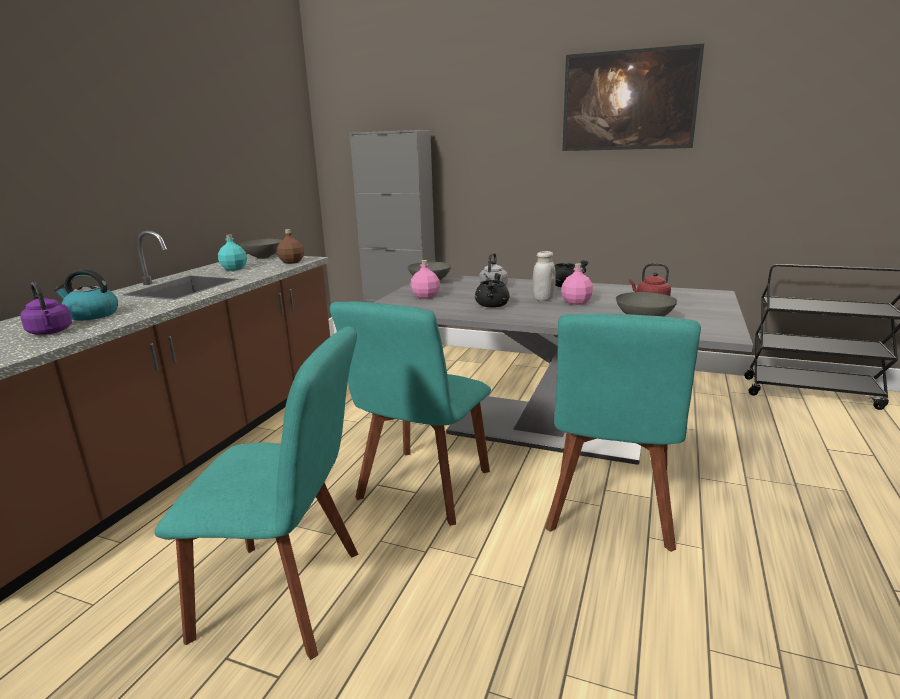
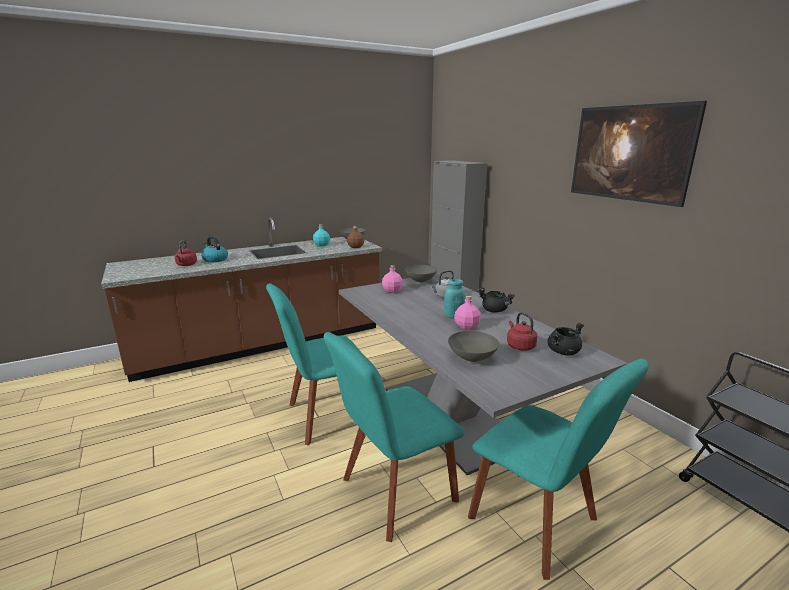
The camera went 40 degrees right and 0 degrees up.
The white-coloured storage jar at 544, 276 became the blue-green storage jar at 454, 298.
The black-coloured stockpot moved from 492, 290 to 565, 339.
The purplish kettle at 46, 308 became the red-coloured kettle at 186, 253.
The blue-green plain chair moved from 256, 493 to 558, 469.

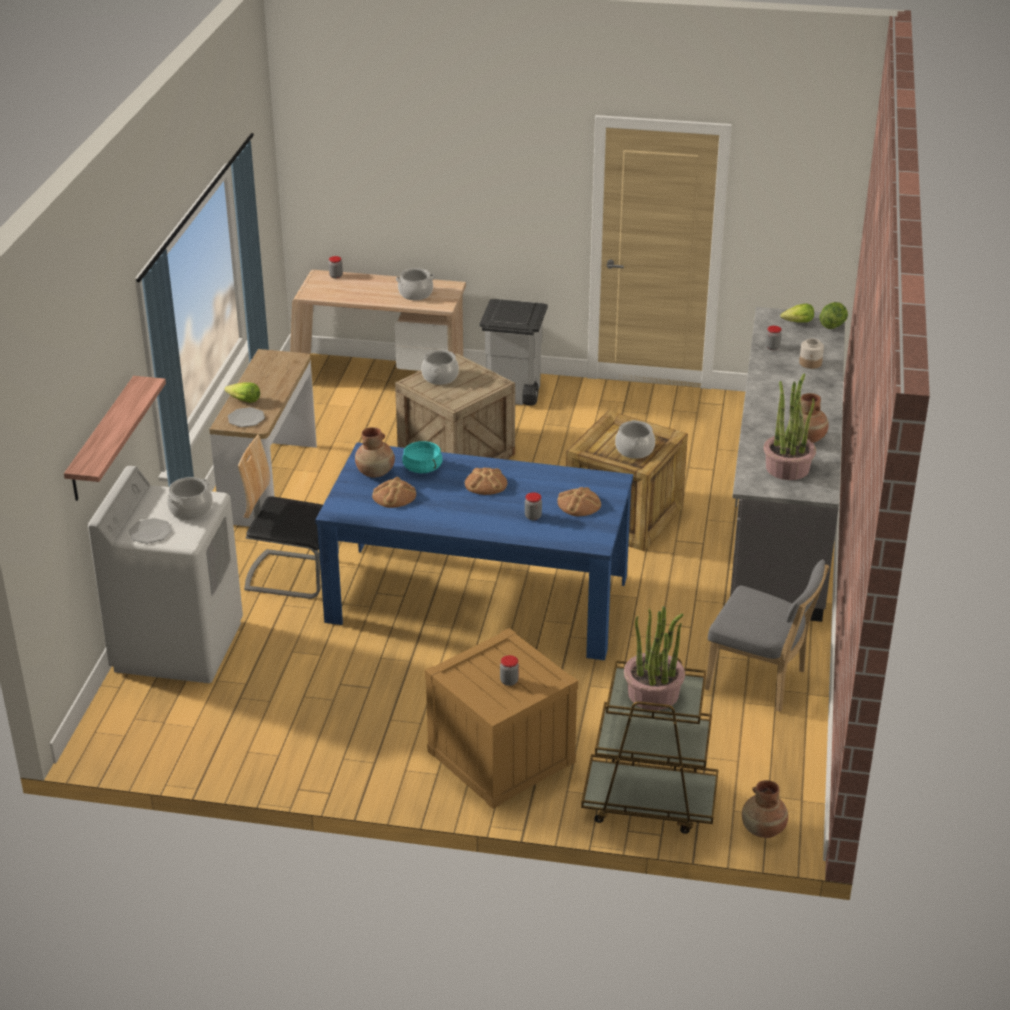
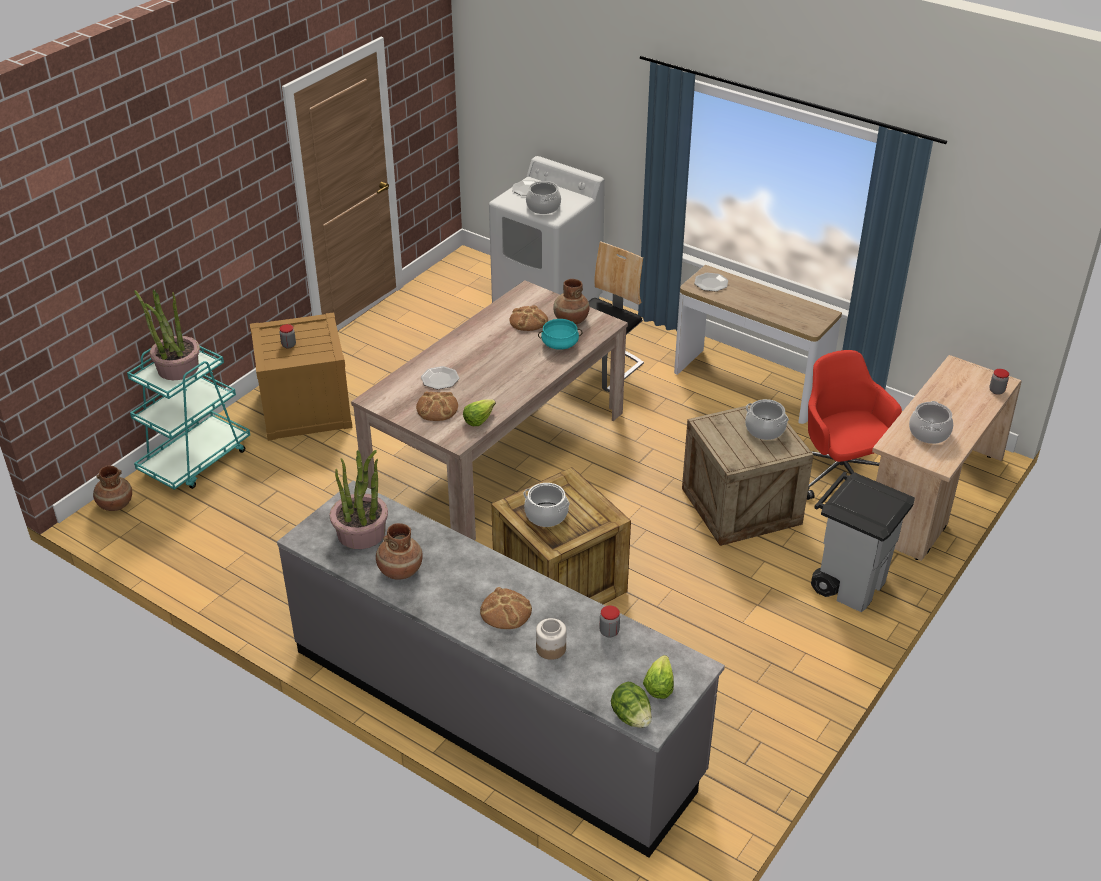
The camera went 115 degrees right and 5 degrees up.
The wall shelf at 115, 438 disappeared.
The head of lettuce moved from 242, 392 to 479, 412.
The blue dining table at 474, 551 became the sand-coloured dining table at 489, 410.
The bakery bread moved from 486, 481 to 506, 608.
The storage jar at 533, 506 was replaced by the plate at 440, 377.
The greyish plain chair at 767, 635 disappeared.
The brown trolley at 650, 746 became the blue-green trolley at 188, 418.
The red-coloured office chair at 854, 425 appeared.

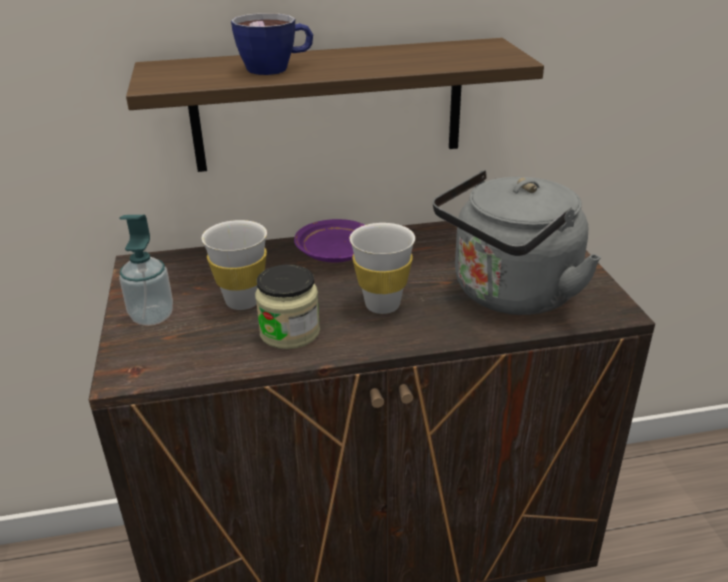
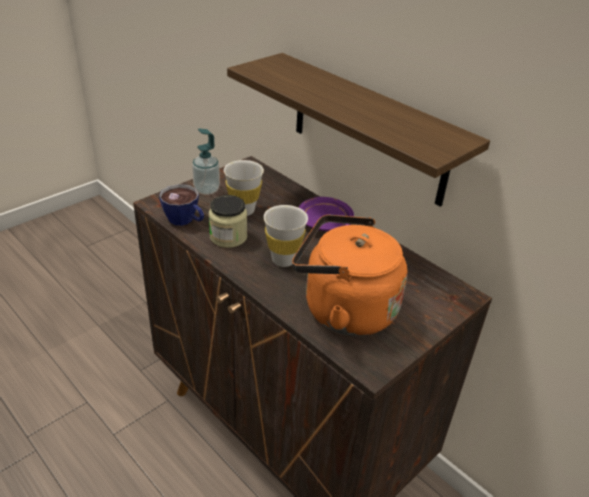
The camera went 55 degrees right and 5 degrees up.
The drinking cup moved from 272, 44 to 181, 205.
The greyish kettle at 517, 242 became the orange kettle at 349, 275.

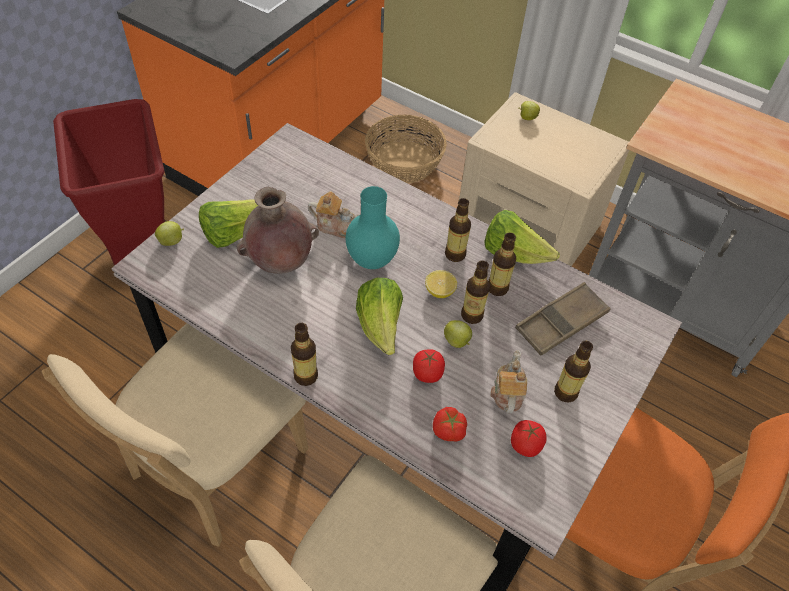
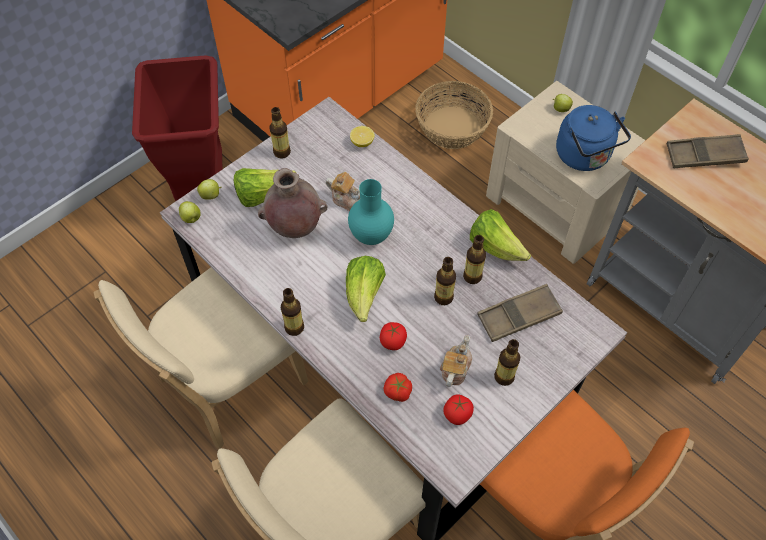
The camera went 15 degrees right and 5 degrees up.
The bottle moved from 458, 230 to 280, 133.
The lemon moved from 441, 284 to 362, 136.
The apple fruit moved from 458, 334 to 190, 212.
The blue kettle at 593, 138 appeared.
The brown carrying tray at 708, 151 appeared.

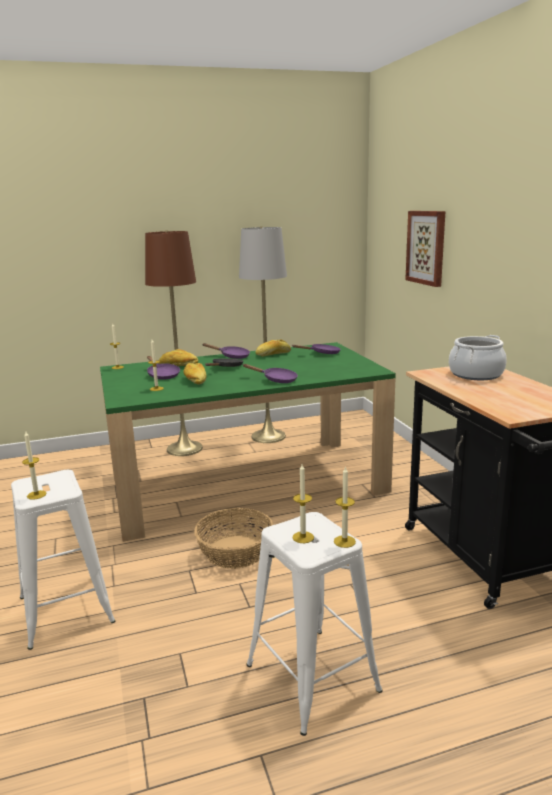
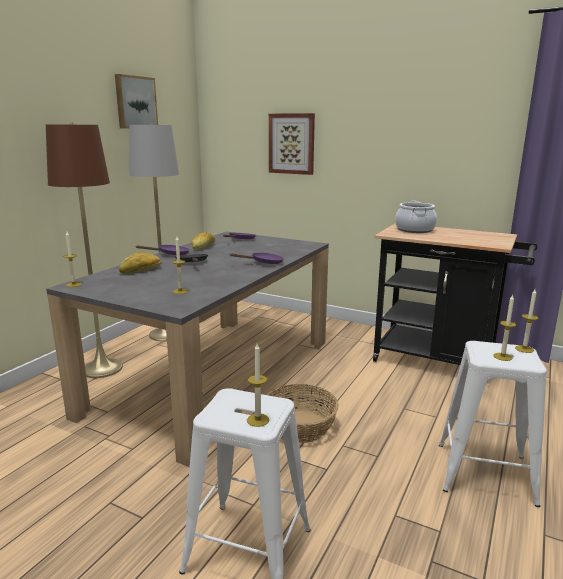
The camera went 45 degrees left and 0 degrees up.
The greenish dining table at 248, 442 became the greyish dining table at 187, 349.
The purplish frying pan at 163, 368 disappeared.
The bakery bread at 194, 374 disappeared.
The wall art at 136, 101 appeared.

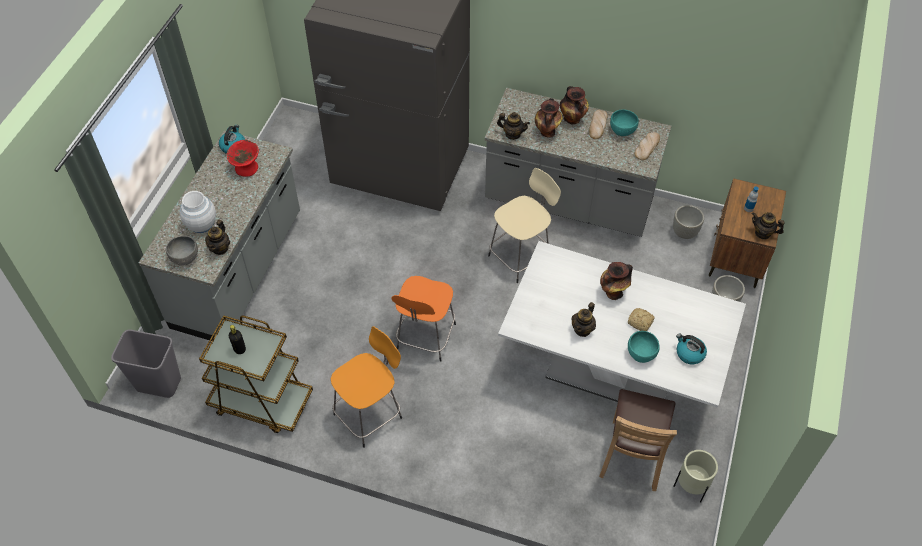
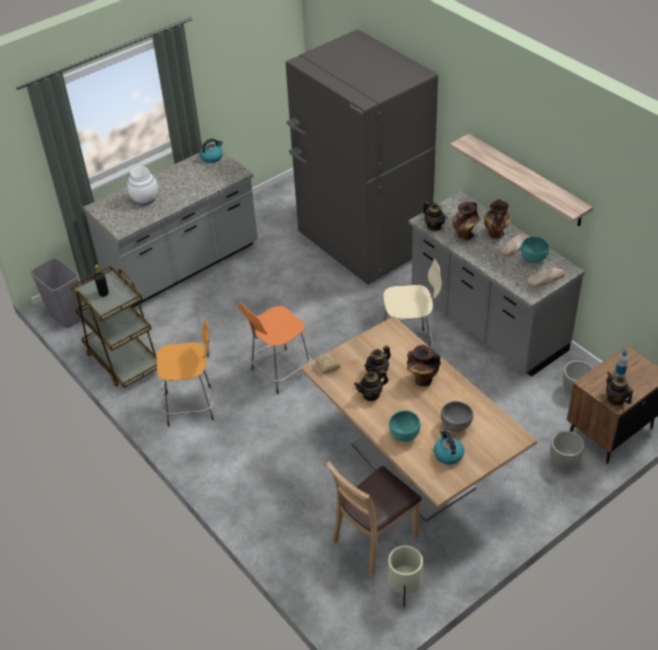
The camera went 35 degrees right and 10 degrees down.
The red-coloured bowl at 242, 158 disappeared.
The pot for tea moved from 217, 237 to 377, 361.
The greyish bowl moved from 182, 251 to 457, 416.
The white-coloured dining table at 622, 324 became the brown dining table at 418, 419.
The bakery bread moved from 641, 319 to 328, 363.
The wall shelf at 521, 180 appeared.

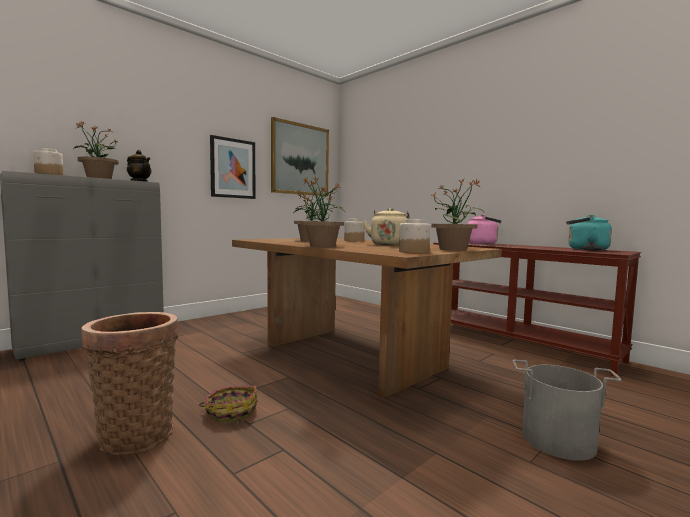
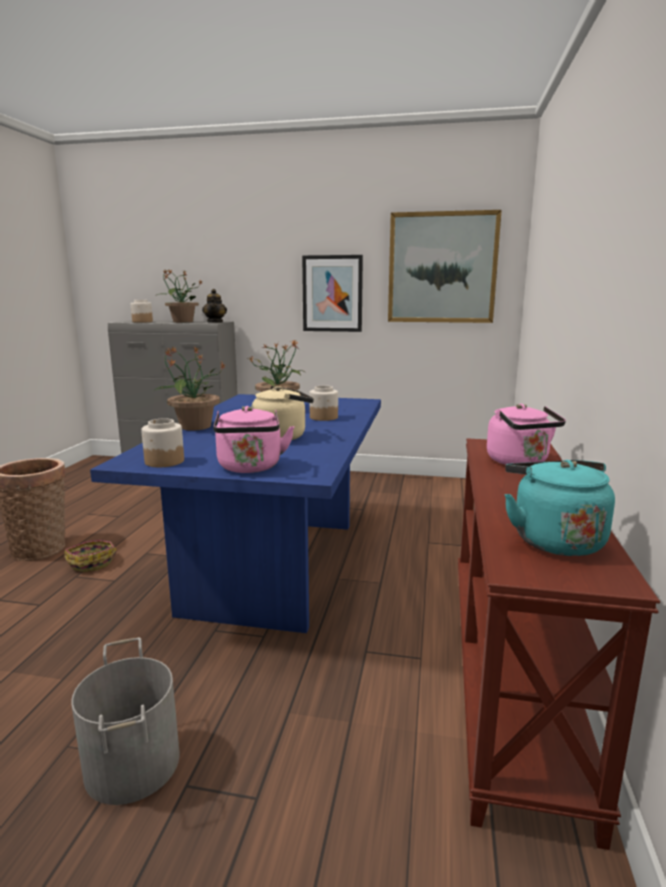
The camera went 55 degrees right and 10 degrees up.
The plant in a pot at 457, 215 was replaced by the pink-coloured kettle at 253, 439.
The brown dining table at 367, 317 became the blue dining table at 235, 513.

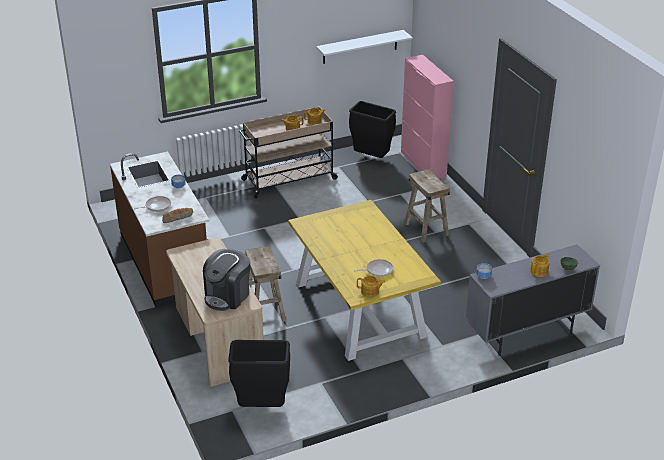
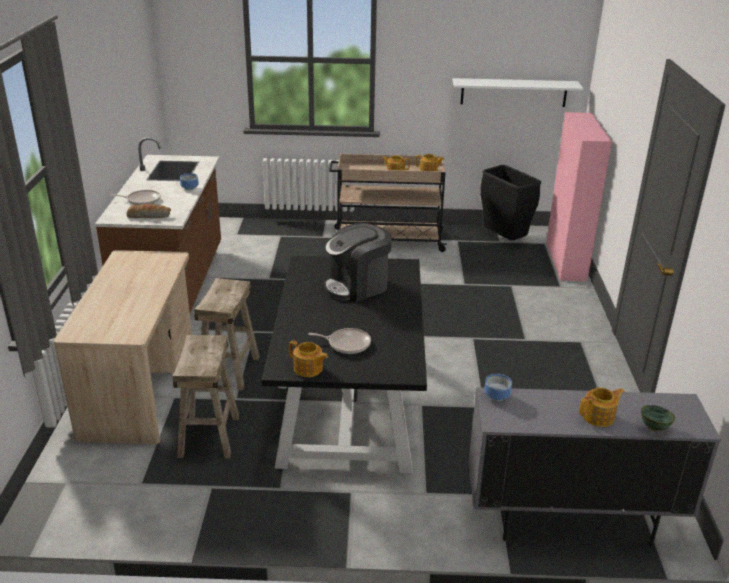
The camera went 25 degrees right and 5 degrees down.
The sand-coloured stool seat moved from 427, 206 to 205, 396.
The yellowish dining table at 364, 280 became the black-coloured dining table at 344, 364.
The coffee brewer moved from 226, 280 to 358, 262.
The black-coloured waste bin at 259, 373 disappeared.

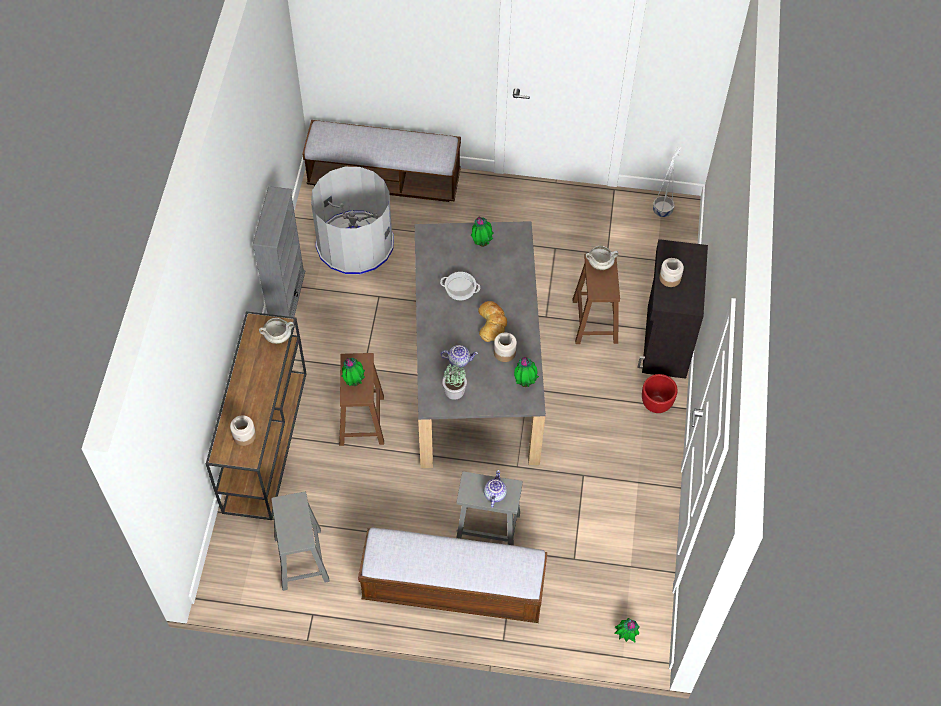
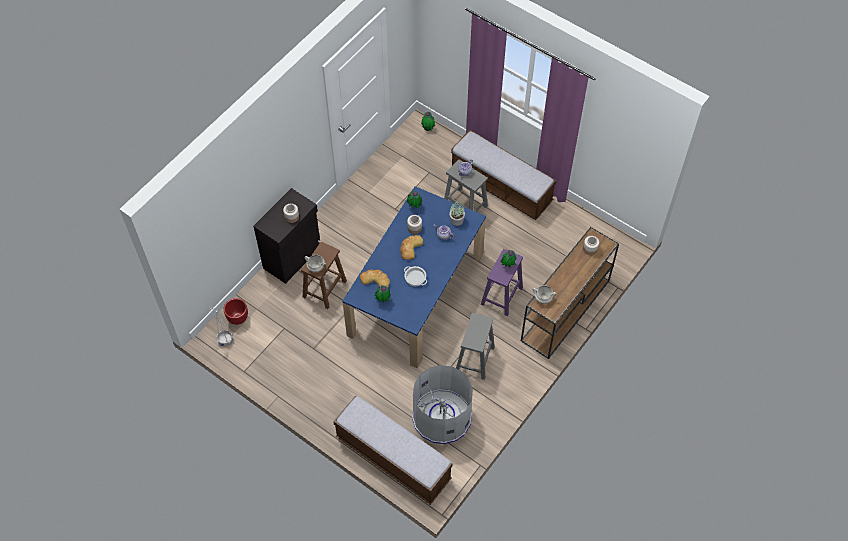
The camera went 150 degrees left and 0 degrees up.
The greyish bookcase at 278, 251 disappeared.
The greyish dining table at 480, 344 became the blue dining table at 414, 277.
The brown stool seat at 361, 399 became the purplish stool seat at 502, 282.
The red-coloured flower pot moved from 659, 393 to 235, 311.
The greyish stool seat moved from 300, 541 to 475, 346.
The bakery bread at 375, 278 appeared.

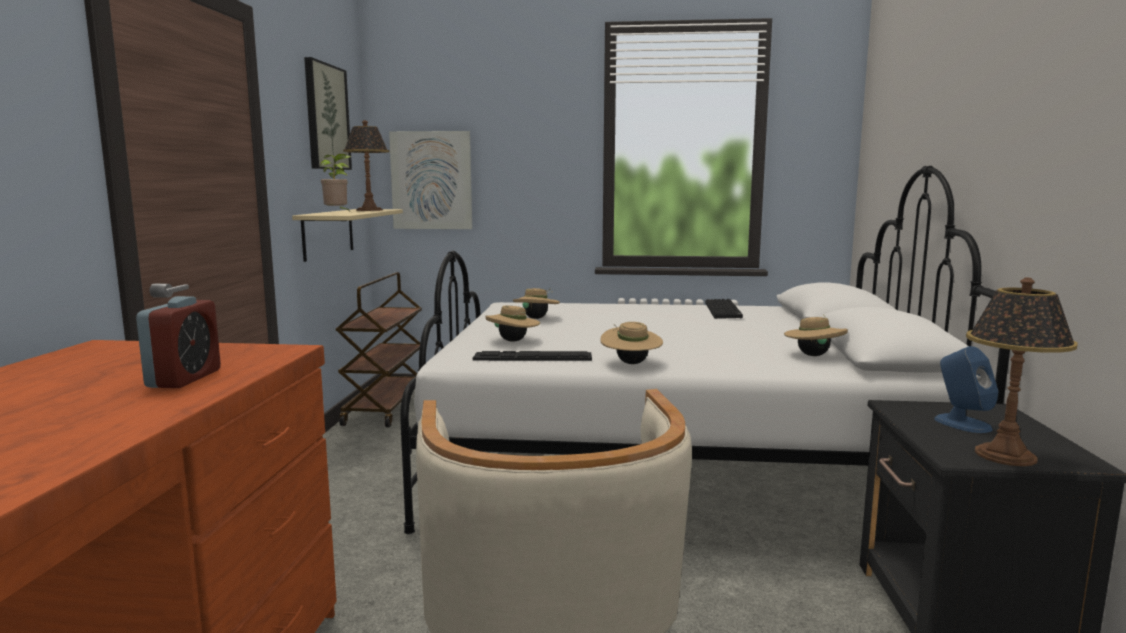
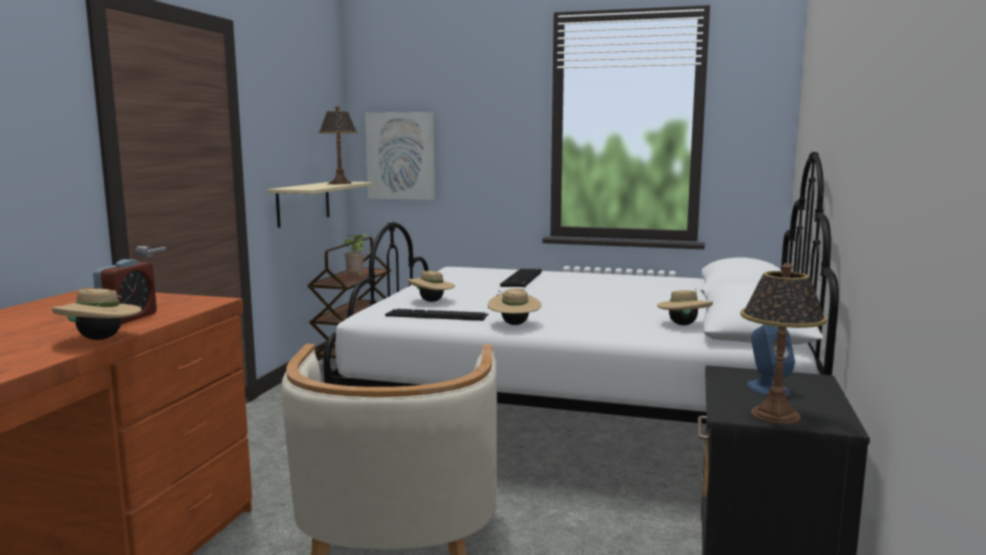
The camera went 10 degrees right and 0 degrees up.
The wall art at 328, 113 disappeared.
The plant in a pot moved from 335, 183 to 356, 255.
The sand-coloured wearable hat moved from 536, 303 to 97, 314.
The keyboard moved from 724, 309 to 521, 278.

